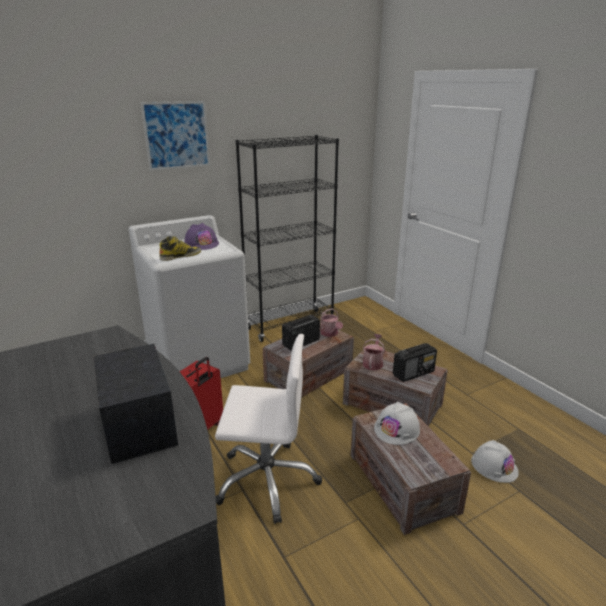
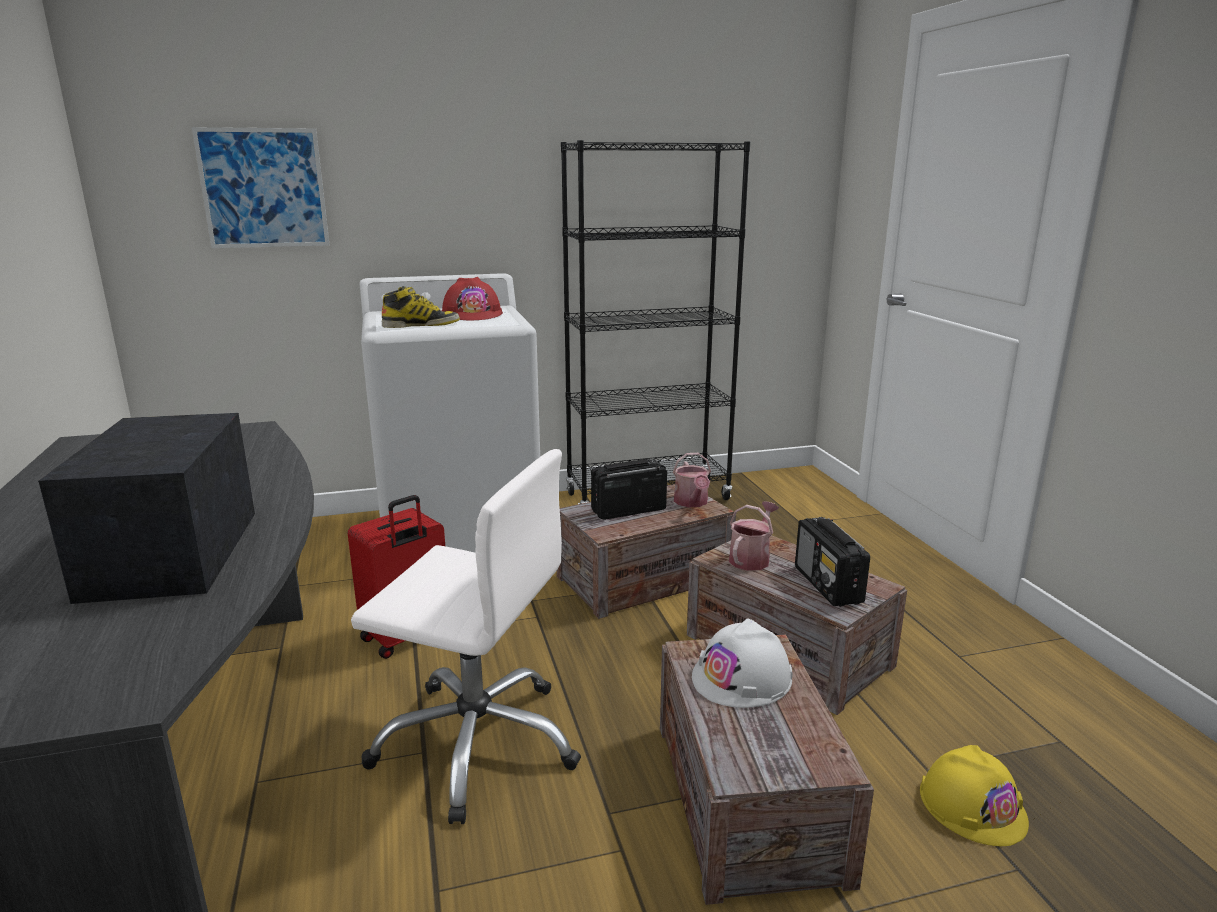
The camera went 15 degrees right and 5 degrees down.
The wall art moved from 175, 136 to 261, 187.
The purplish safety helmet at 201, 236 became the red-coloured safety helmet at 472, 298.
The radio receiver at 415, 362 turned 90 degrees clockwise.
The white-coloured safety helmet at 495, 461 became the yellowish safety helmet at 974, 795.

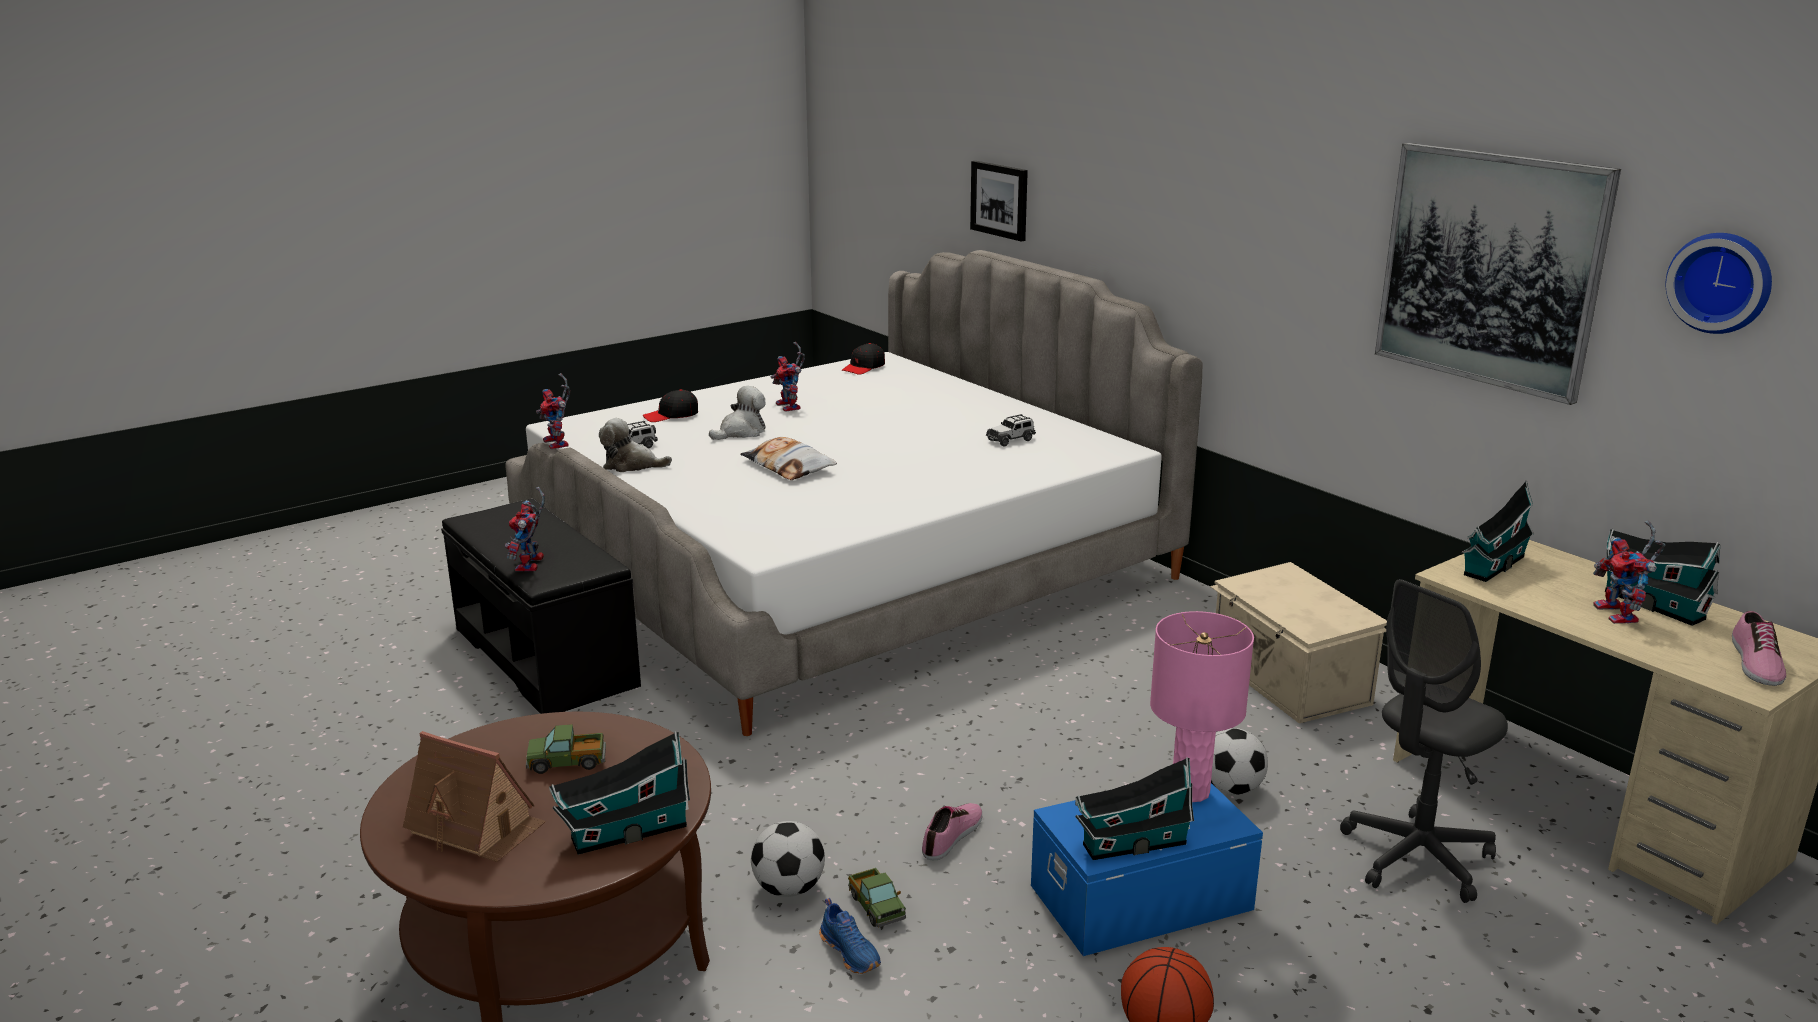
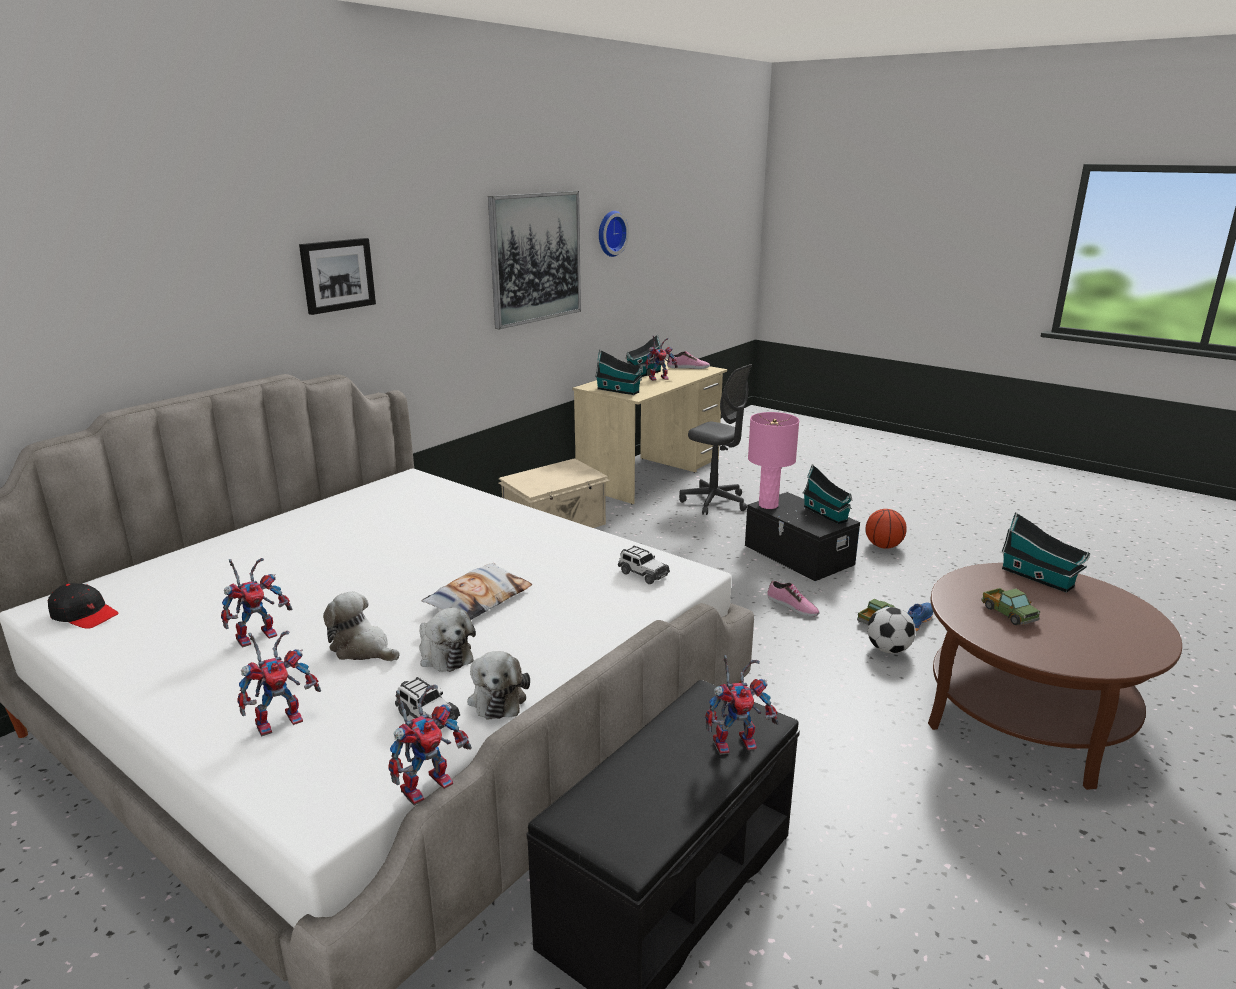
The camera went 105 degrees left and 0 degrees up.
The wall art moved from 999, 201 to 337, 276.
The black-coloured peaked cap at 670, 405 was replaced by the model robot at 279, 684.
The miniature car moved from 1011, 430 to 644, 565.
The football at 1239, 761 disappeared.
The miniature house at 474, 796 disappeared.
The blue storage container at 1147, 869 became the black-coloured storage container at 802, 536.
The low shoe at 952, 831 turned 150 degrees counterclockwise.
The plush toy at 447, 640 appeared.

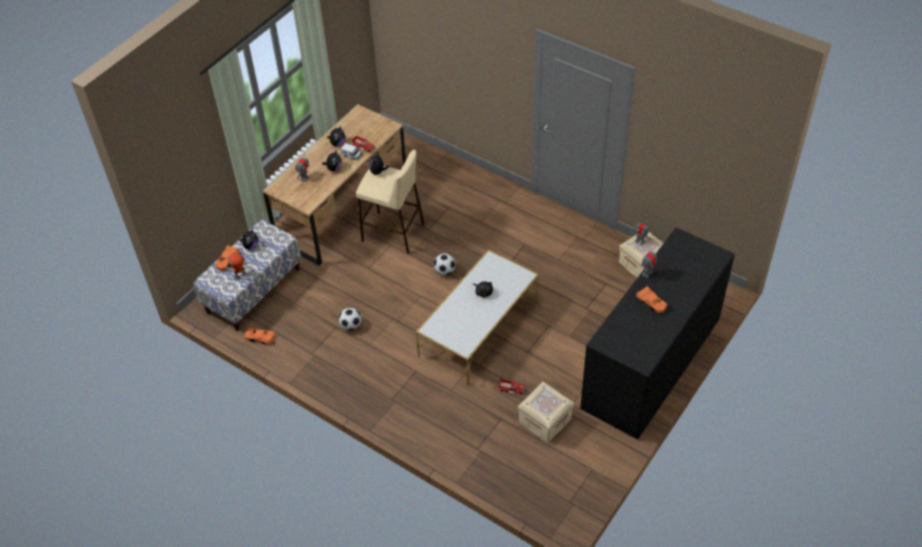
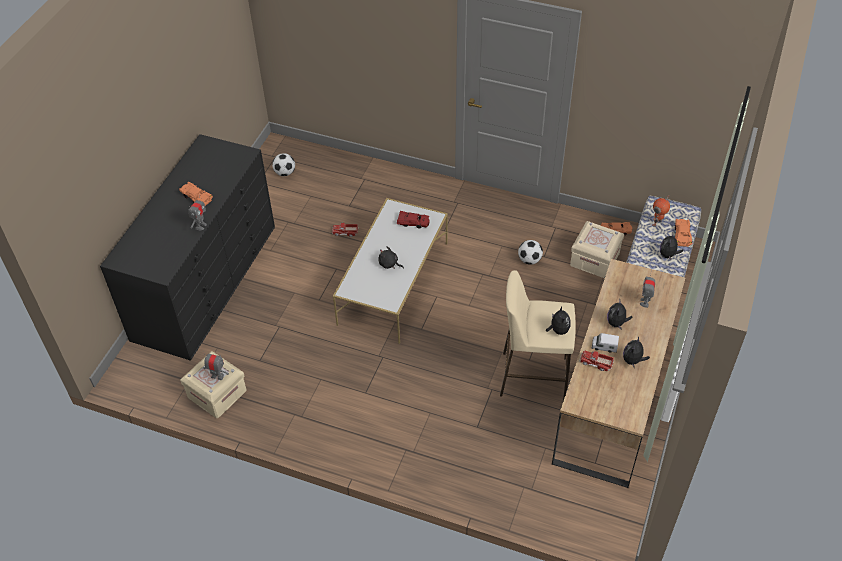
The camera went 165 degrees right and 0 degrees up.
The football moved from 445, 264 to 283, 164.
The sand-coloured storage container moved from 546, 412 to 597, 249.
The red-coloured miniature car at 413, 220 appeared.

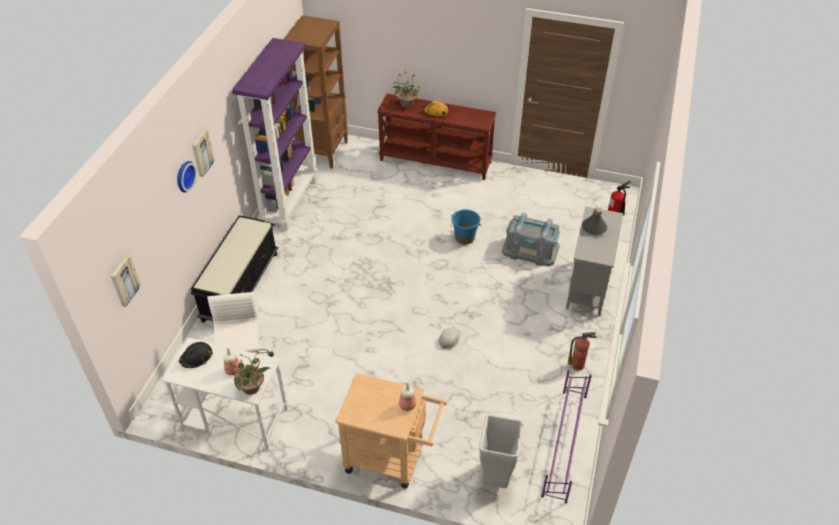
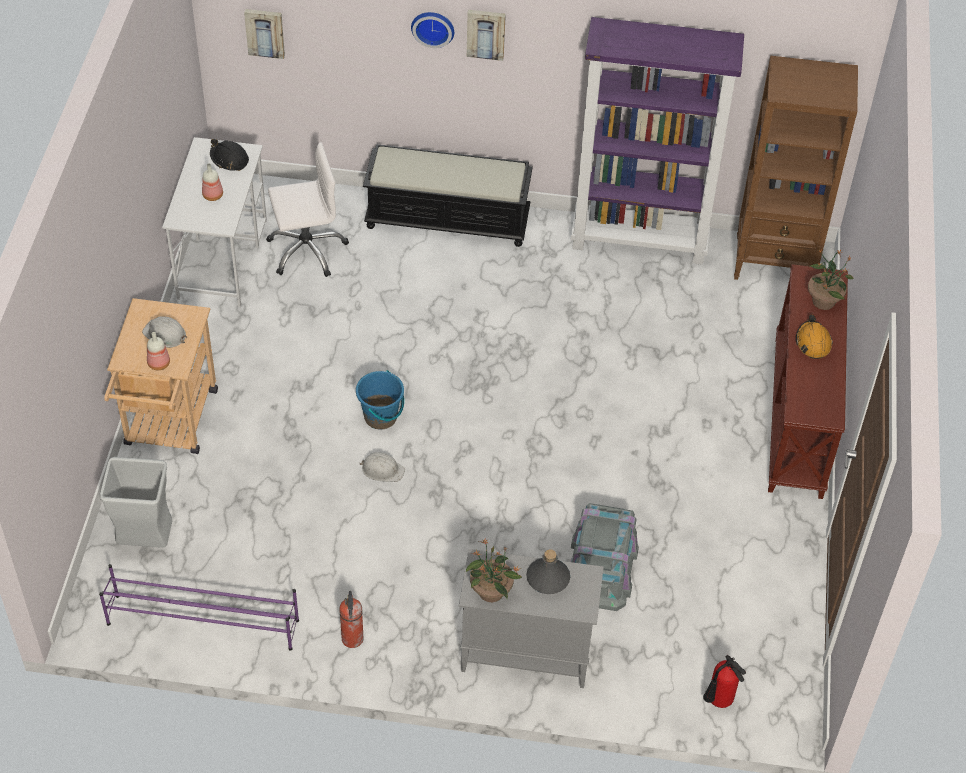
The camera went 80 degrees right and 5 degrees up.
The blue bucket moved from 466, 226 to 380, 400.
The plant in a pot moved from 248, 373 to 494, 570.
The white-coloured safety helmet at 164, 332 appeared.

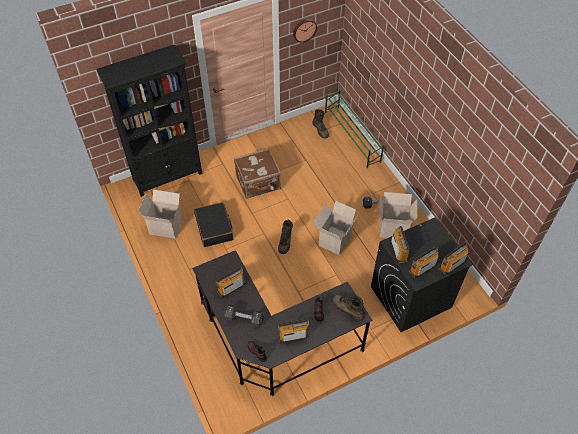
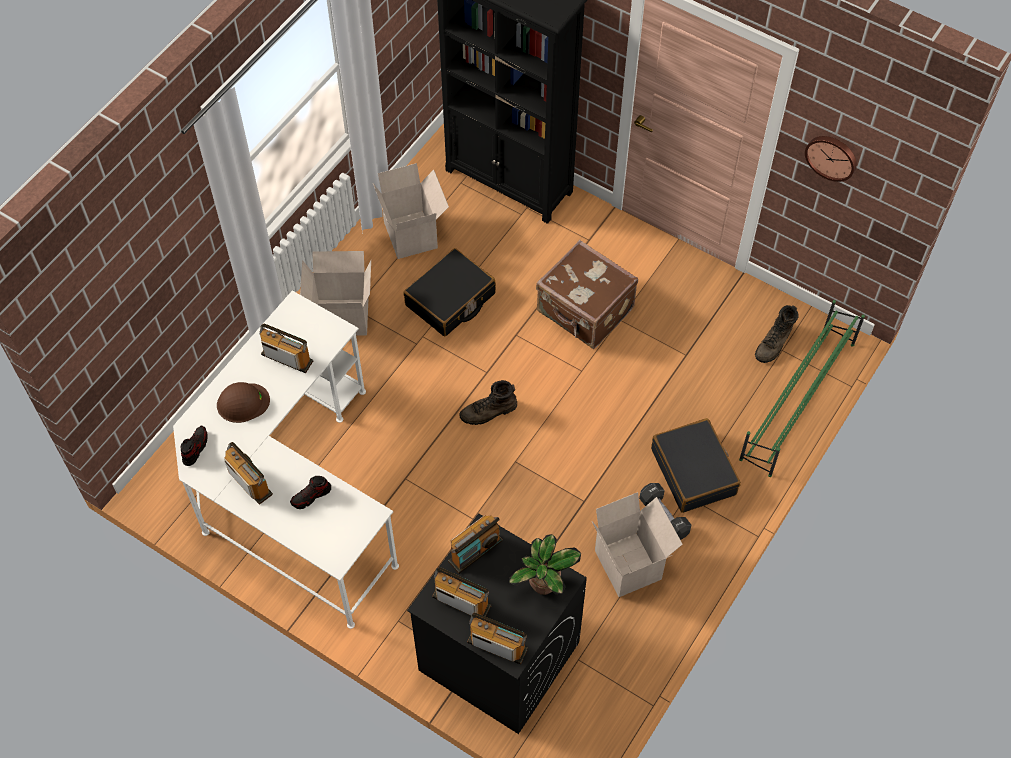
The camera went 60 degrees right and 5 degrees up.
The carton moved from 335, 228 to 335, 293.
The black-coloured desk at 282, 323 became the white-coloured desk at 286, 459.
The brown boot at 348, 307 disappeared.
The black-coloured hand weight at 244, 315 was replaced by the brown safety helmet at 243, 402.
The black-coloured piece of luggage at 696, 465 appeared.
The plant in a pot at 545, 564 appeared.

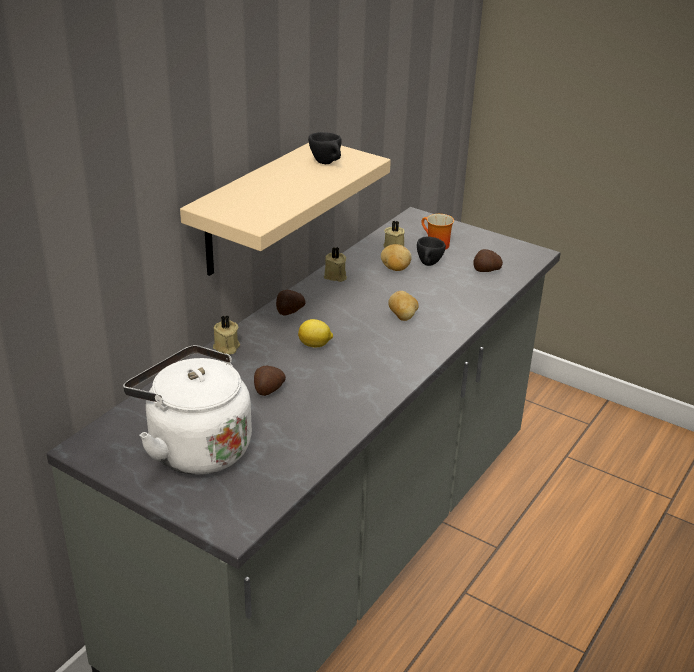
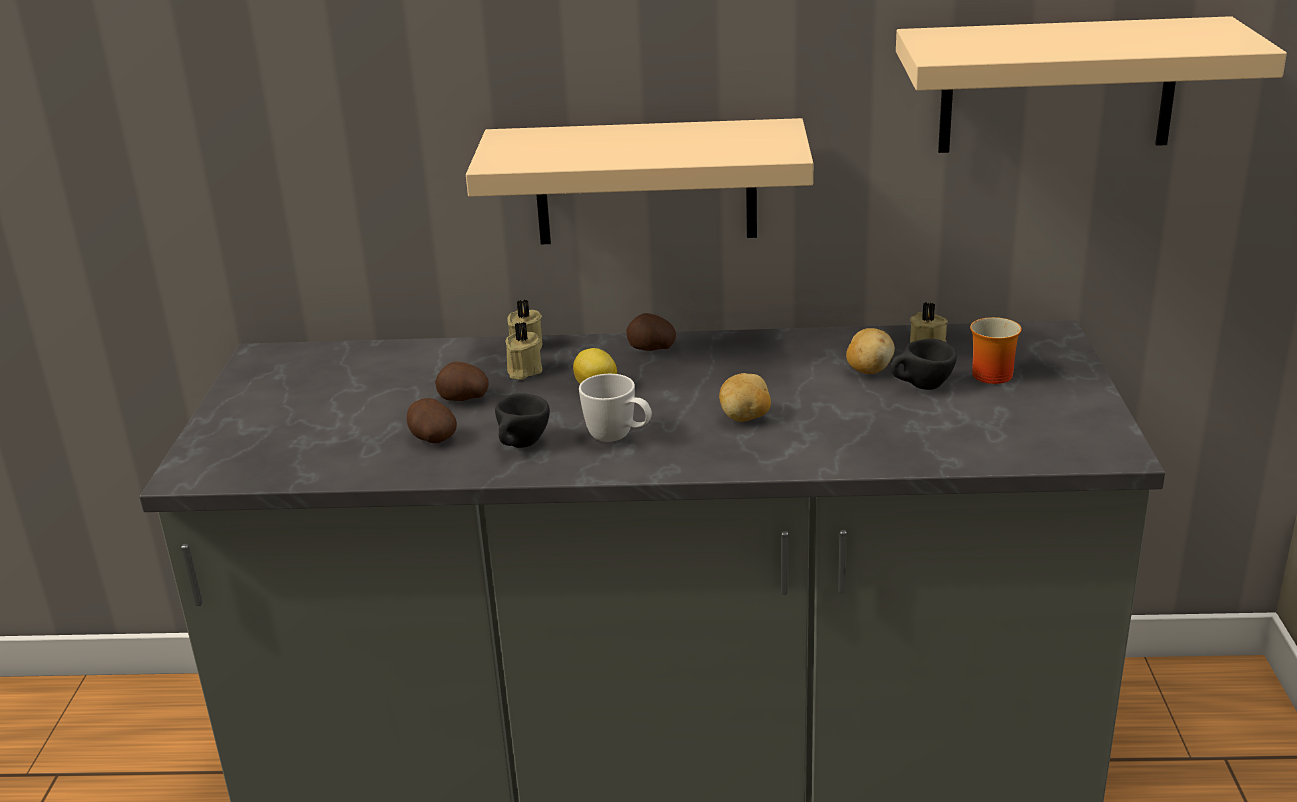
The camera went 60 degrees right and 5 degrees down.
The black-coloured drinking cup moved from 325, 148 to 522, 420.
The sand-coloured candle moved from 335, 264 to 523, 351.
The potato moved from 488, 260 to 432, 421.
The white-coloured kettle at 187, 410 disappeared.
The sand-coloured wall shelf at 1091, 84 appeared.
The white-coloured tea mug at 615, 408 appeared.

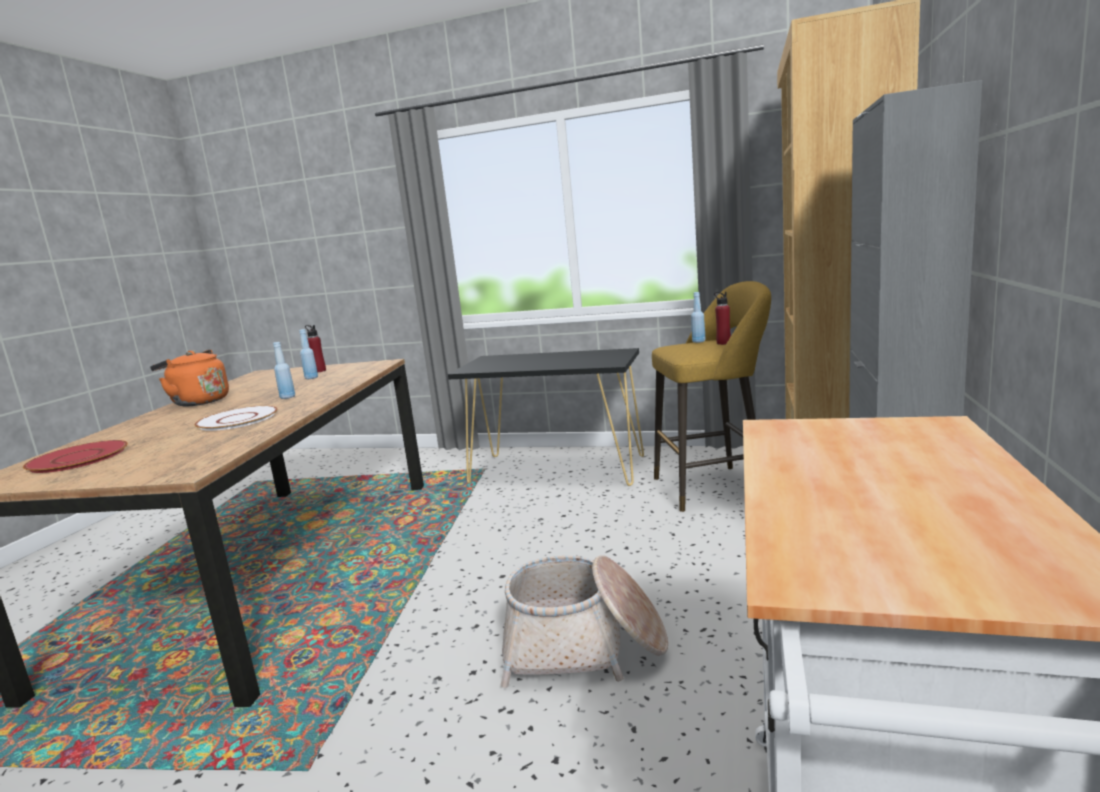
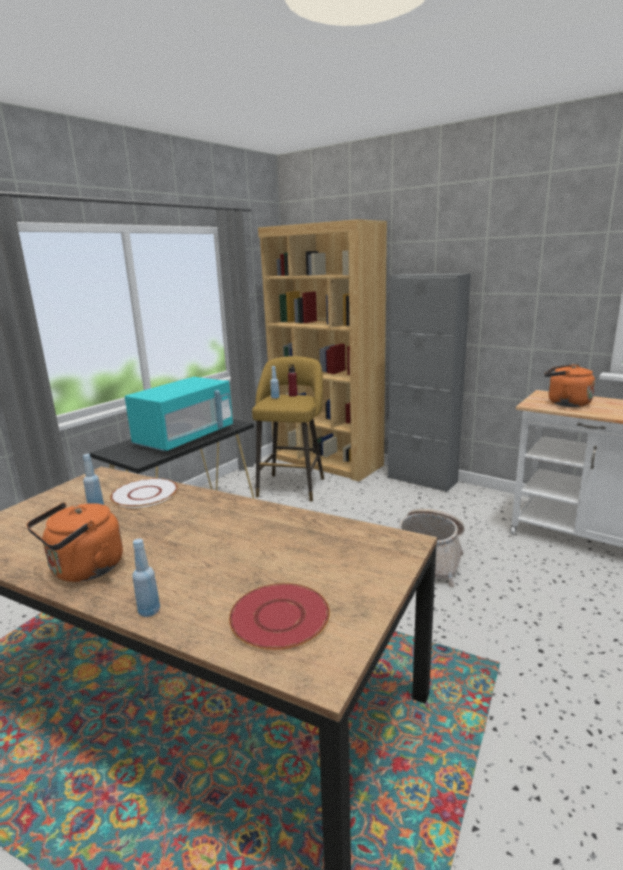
The camera went 70 degrees left and 5 degrees up.
The red-coloured bottle at 315, 348 disappeared.
The blue bottle moved from 284, 370 to 146, 577.
The white-coloured plate moved from 236, 418 to 144, 493.
The orange kettle at 569, 385 appeared.
The blue-green microwave oven at 179, 414 appeared.

